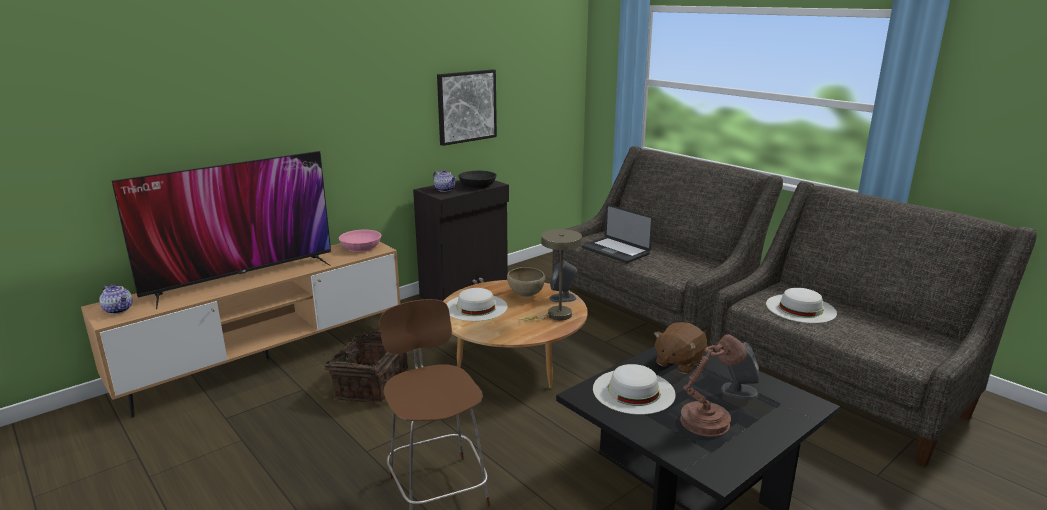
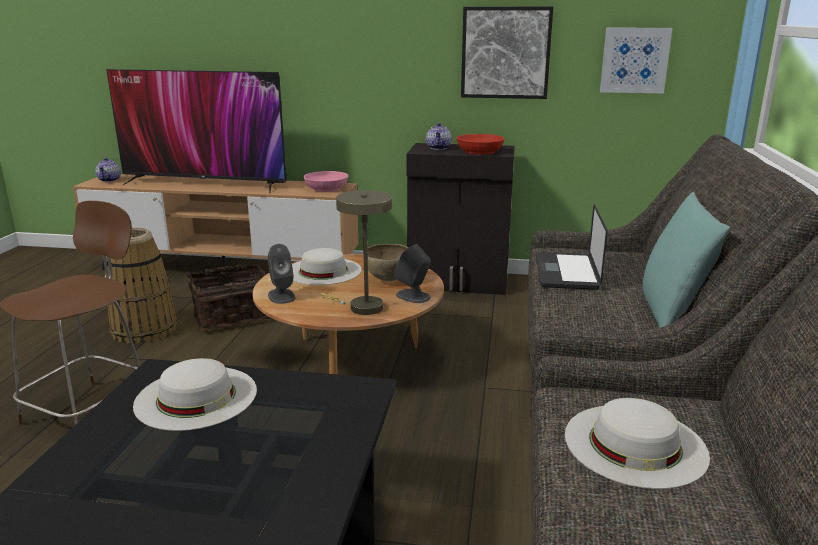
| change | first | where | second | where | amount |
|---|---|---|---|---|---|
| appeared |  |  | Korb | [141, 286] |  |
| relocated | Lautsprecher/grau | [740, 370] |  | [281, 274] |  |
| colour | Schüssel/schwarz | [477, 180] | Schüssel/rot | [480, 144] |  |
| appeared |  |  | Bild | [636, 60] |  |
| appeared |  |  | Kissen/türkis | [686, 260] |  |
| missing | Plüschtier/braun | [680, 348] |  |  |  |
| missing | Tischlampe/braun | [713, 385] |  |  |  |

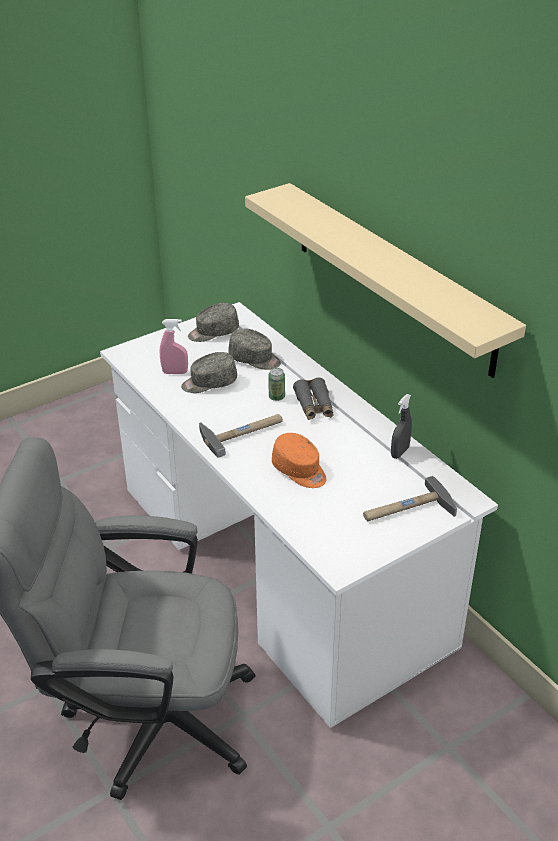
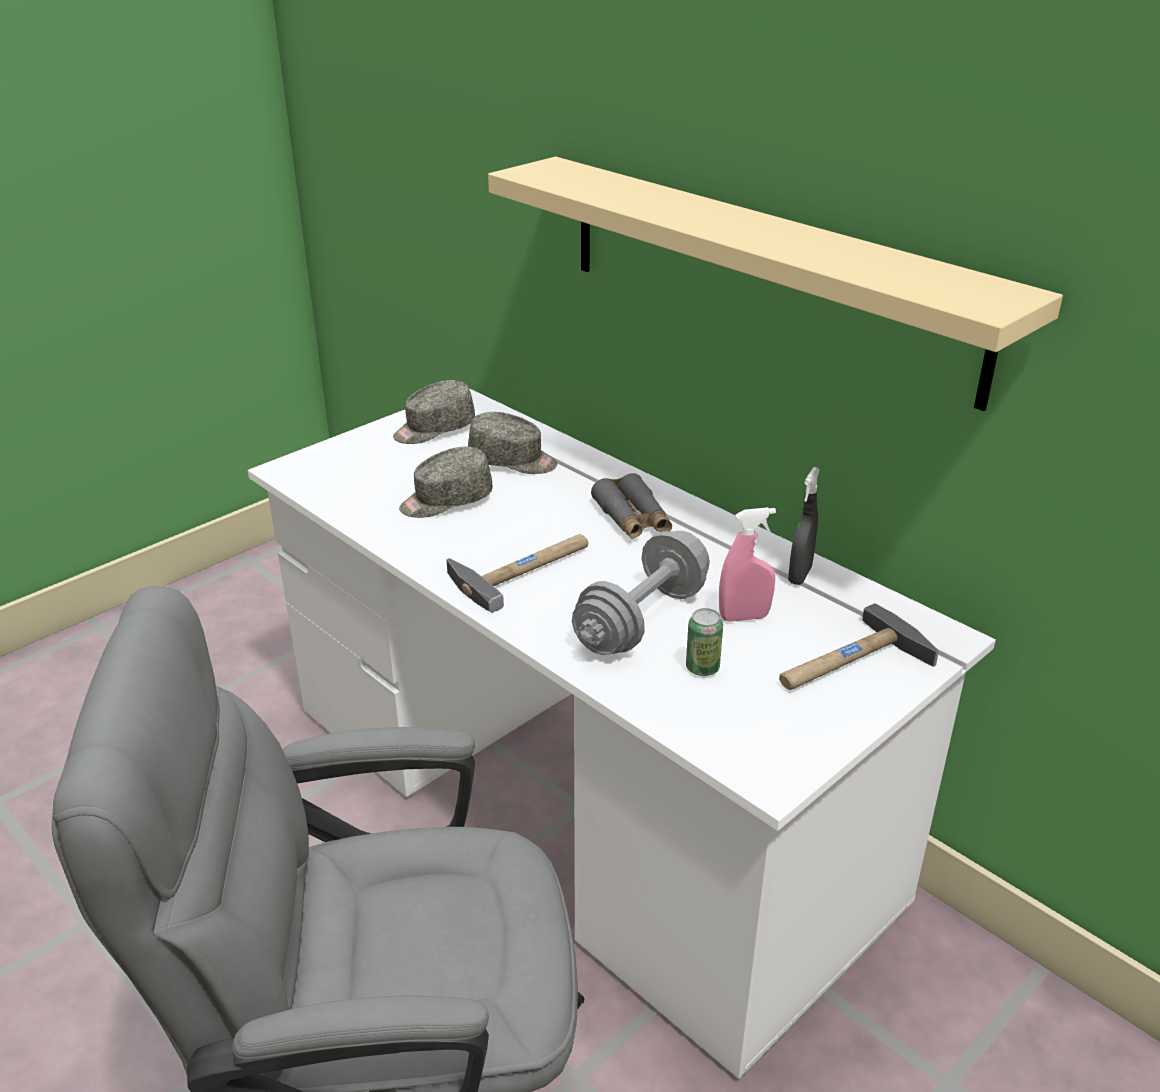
| change | first | where | second | where | amount |
|---|---|---|---|---|---|
| exchanged | Kappe/orange | [299, 460] | Hantel/grau | [641, 593] |  |
| relocated | Dose | [276, 384] |  | [704, 642] |  |
| relocated | Sprühflasche/rosa | [174, 346] |  | [747, 564] |  |

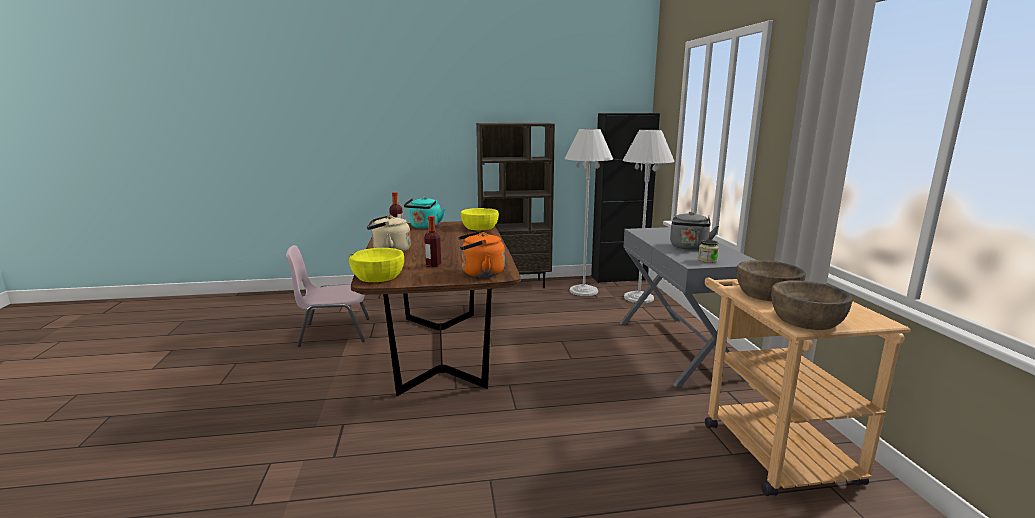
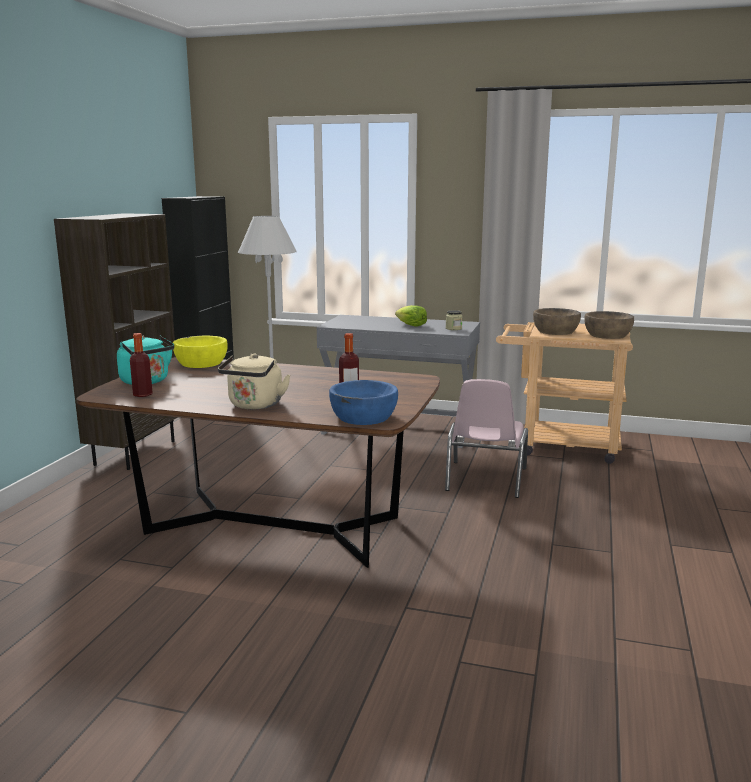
| change | first | where | second | where | amount |
|---|---|---|---|---|---|
| colour | Schüssel/gelb | [376, 265] | Schüssel/blau | [363, 402] |  |
| exchanged | Wasserkessel/grau | [694, 231] | Salatkopf | [411, 316] |  |
| relocated | Stuhl/rosa | [328, 295] |  | [486, 438] |  |
| missing | Wasserkessel/orange | [481, 254] |  |  |  |
| missing | Stehlampe/weiß | [588, 212] |  |  |  |

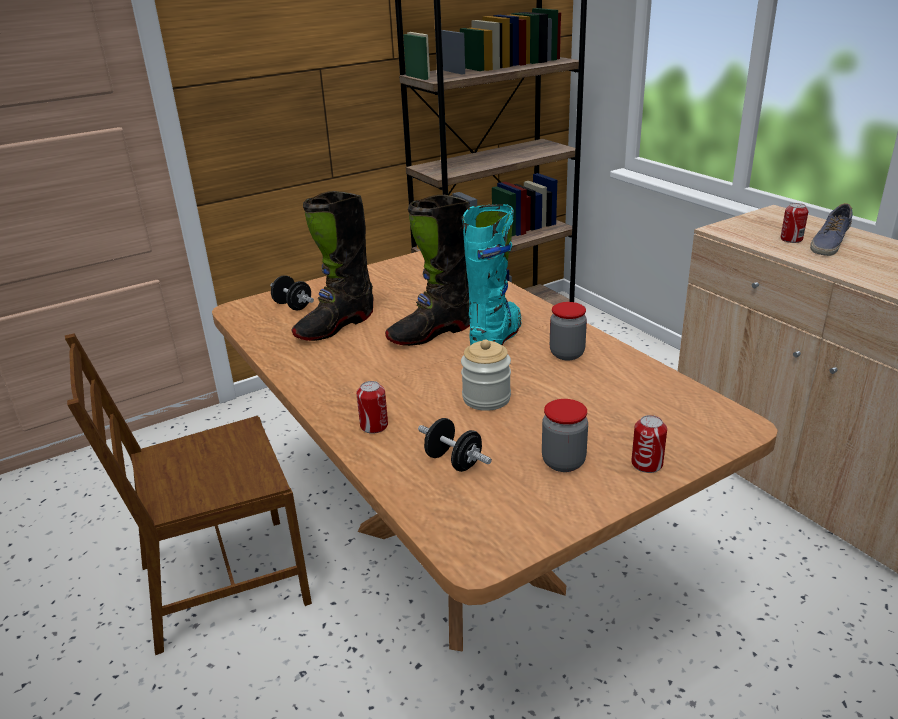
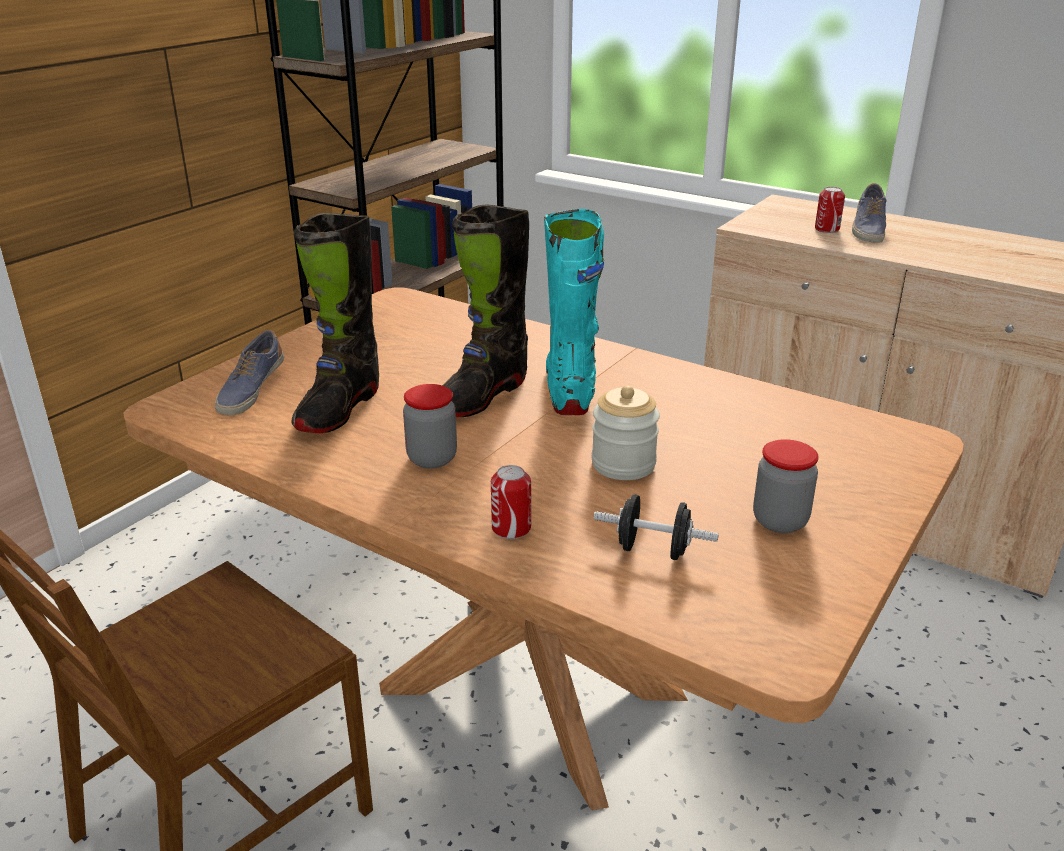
| change | first | where | second | where | amount |
|---|---|---|---|---|---|
| exchanged | Hantel/schwarz | [292, 292] | Schuh | [249, 372] |  |
| relocated | Vorratsglas | [568, 331] |  | [430, 426] |  |
| missing | Dose | [649, 444] |  |  |  |

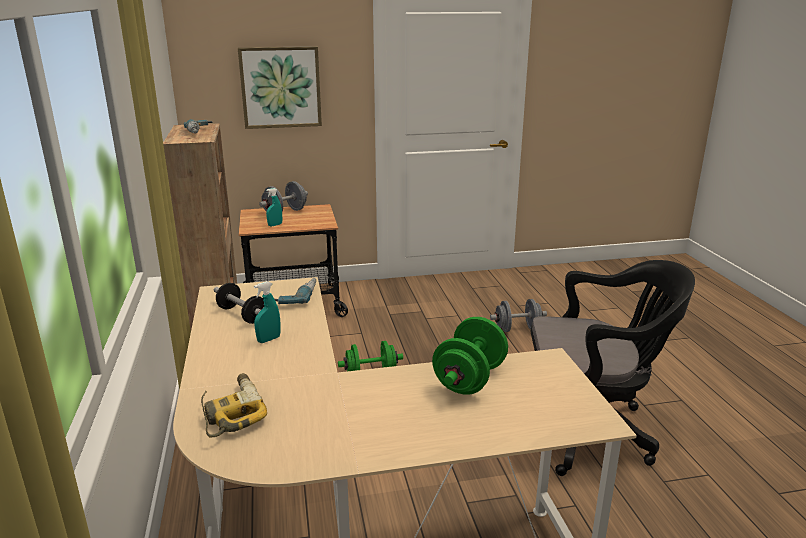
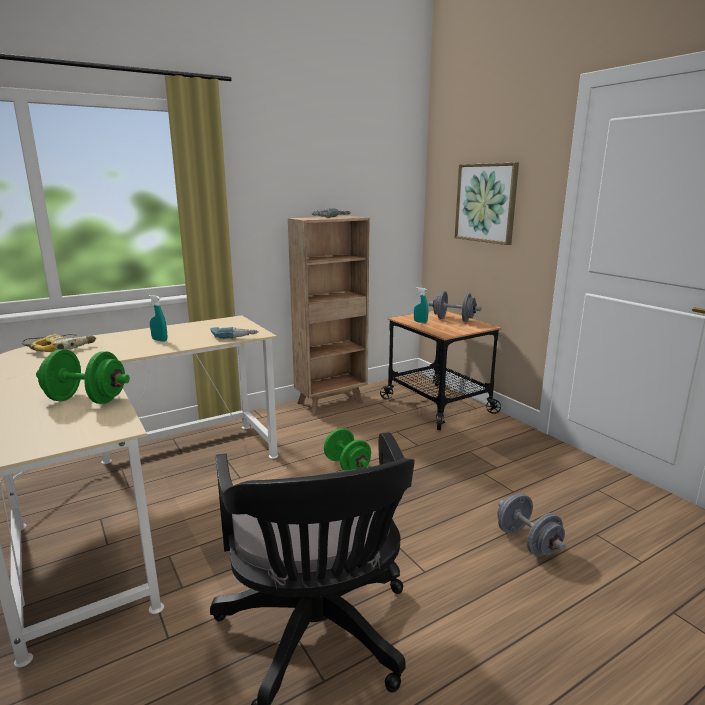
| change | first | where | second | where | amount |
|---|---|---|---|---|---|
| missing | Hantel | [239, 303] |  |  |  |

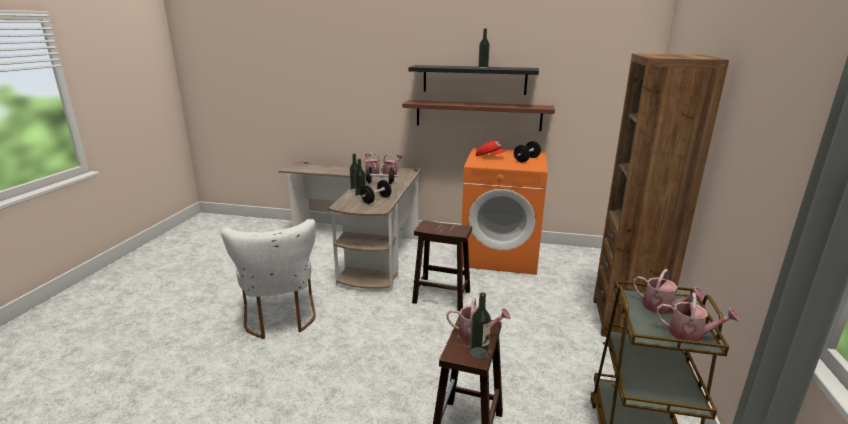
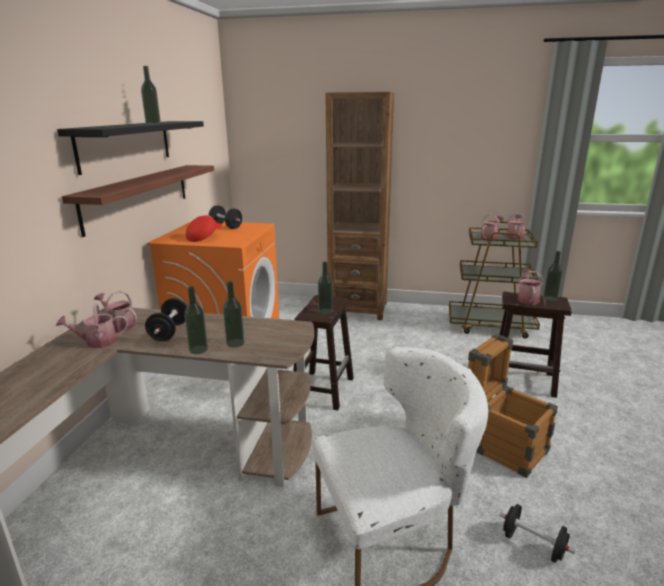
| change | first | where | second | where | amount |
|---|---|---|---|---|---|
| appeared |  |  | Flasche | [325, 287] |  |
| appeared |  |  | Kiste | [513, 406] |  |
| relocated | Hantel/schwarz | [375, 192] |  | [537, 533] |  |

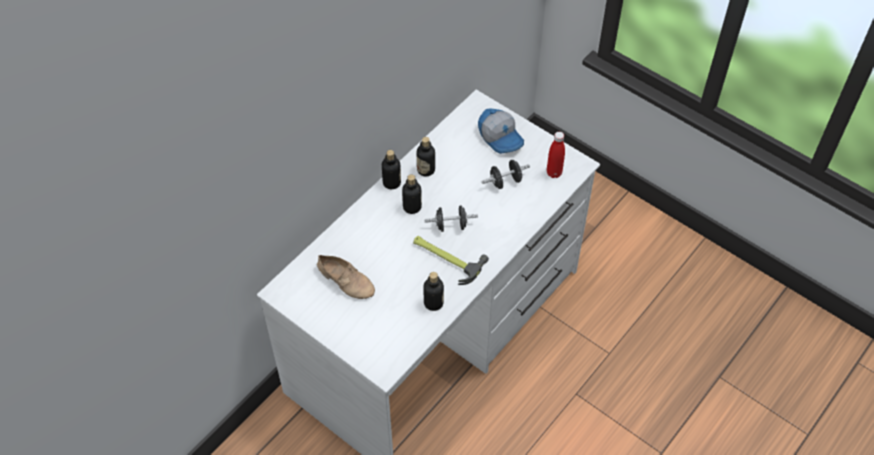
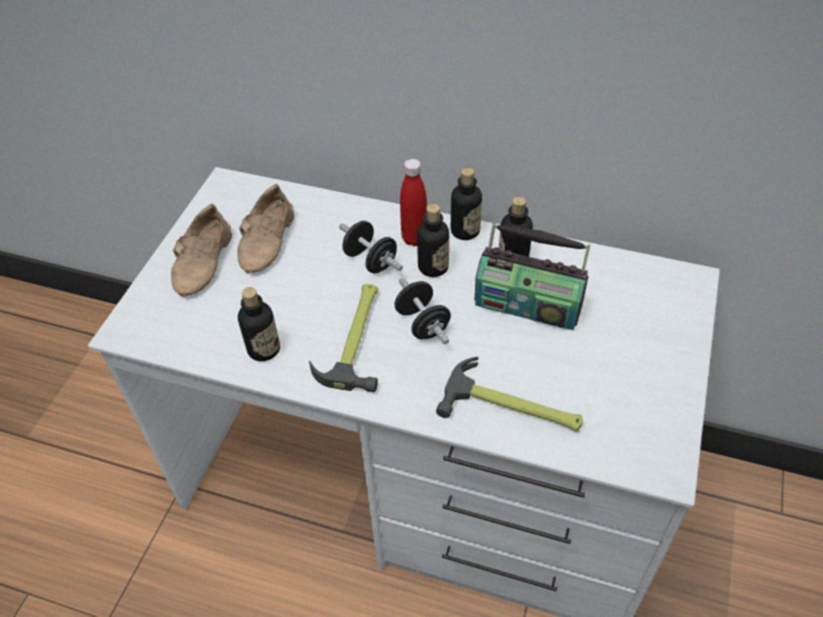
| change | first | where | second | where | amount |
|---|---|---|---|---|---|
| appeared |  |  | Schuh/beige | [201, 250] |  |
| relocated | Hantel/schwarz | [506, 174] |  | [371, 247] |  |
| relocated | Flasche/rot | [556, 155] |  | [413, 202] |  |
| appeared |  |  | Hammer | [509, 394] |  |
| appeared |  |  | Radio | [532, 276] |  |
| missing | Kappe | [501, 131] |  |  |  |

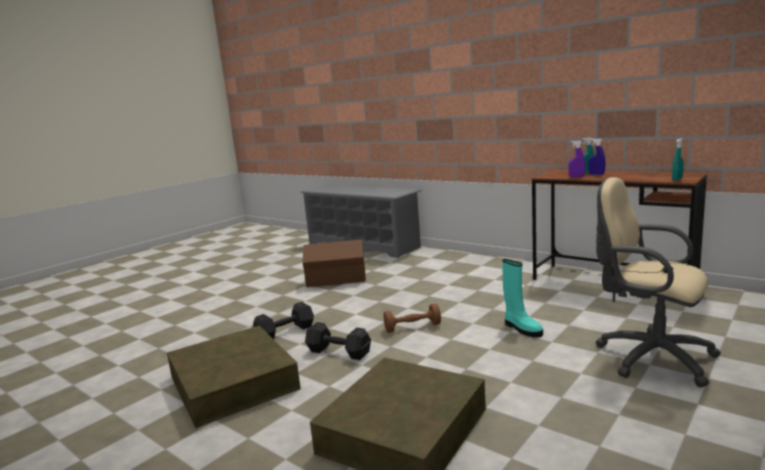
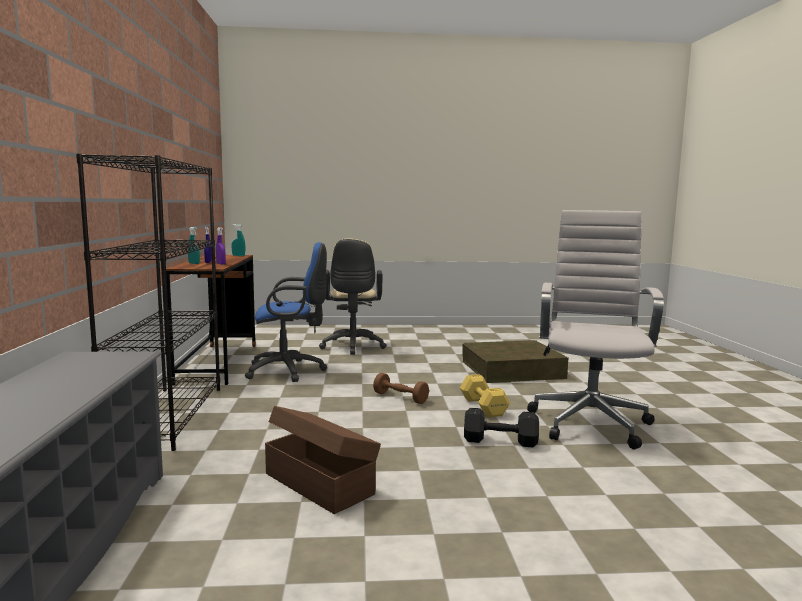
| change | first | where | second | where | amount |
|---|---|---|---|---|---|
| appeared |  |  | Bücherregal/schwarz | [148, 302] |  |
| appeared |  |  | Bürostuhl/blau | [286, 312] |  |
| colour | Hantel/schwarz | [338, 341] | Hantel/gelb | [485, 395] |  |
| exchanged | Aufbewahrungsbox/braun | [234, 377] | Bürostuhl/weiß | [595, 329] |  |
| missing | Stiefel/türkis | [523, 298] |  |  |  |

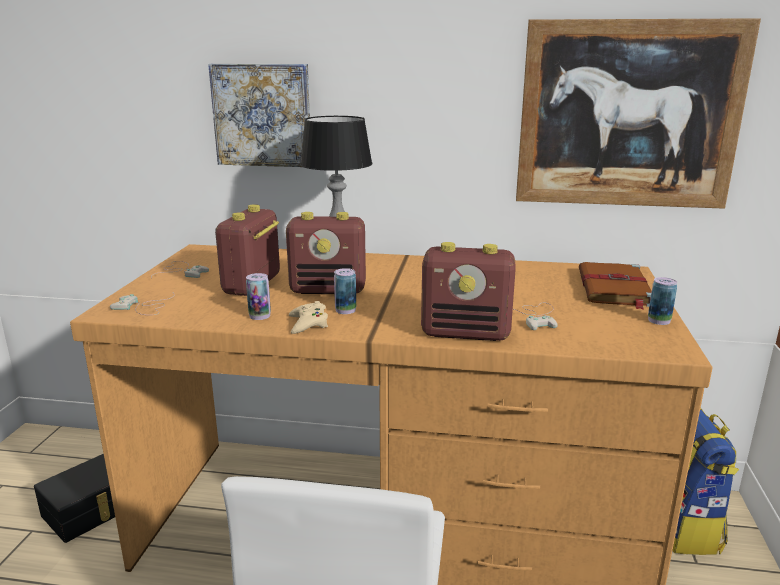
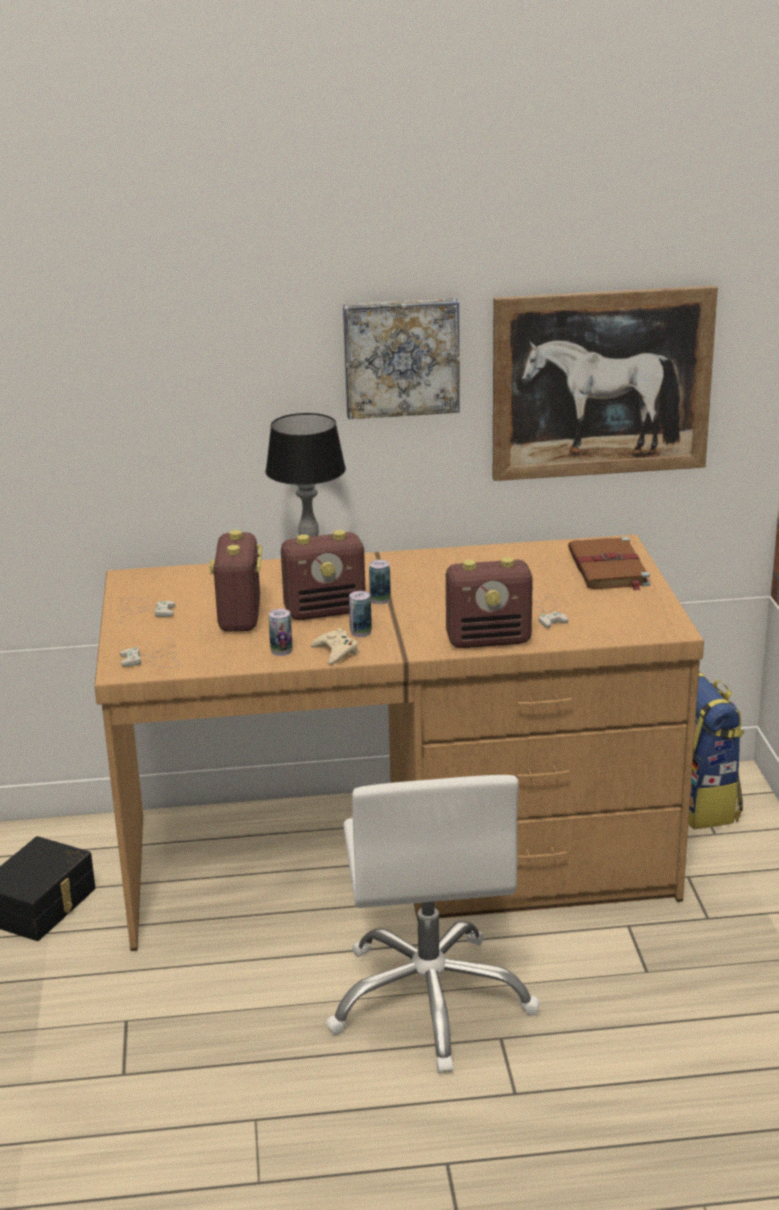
| change | first | where | second | where | amount |
|---|---|---|---|---|---|
| relocated | Bild | [259, 115] |  | [401, 358] |  |
| relocated | Dose | [662, 301] |  | [380, 582] |  |

